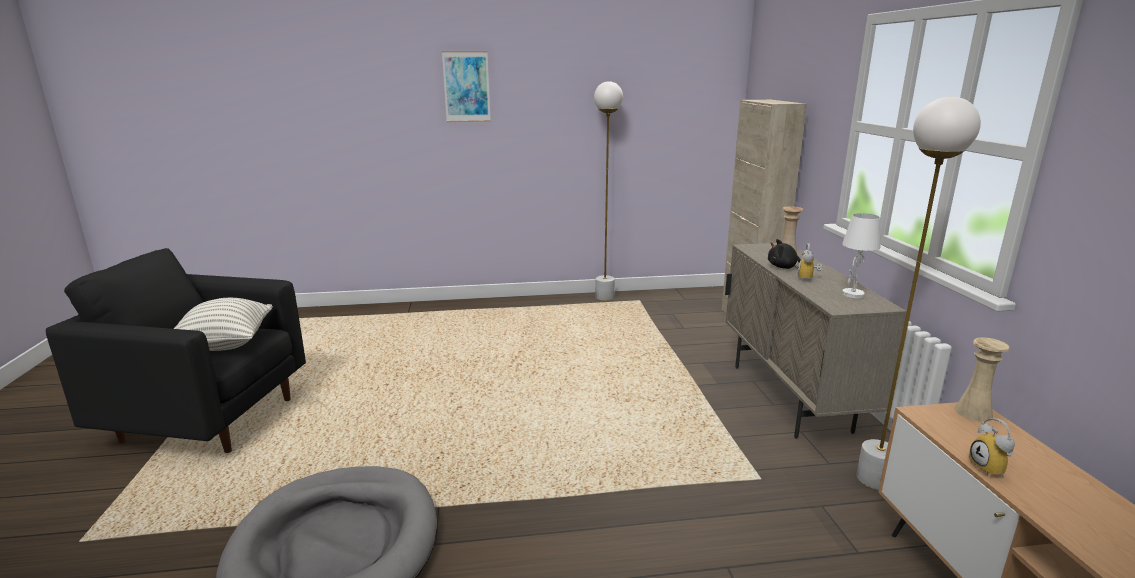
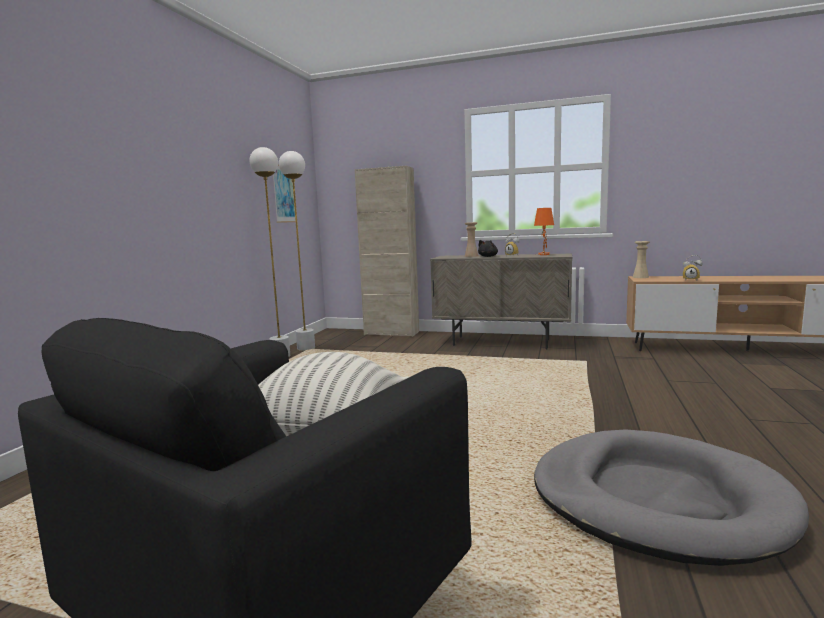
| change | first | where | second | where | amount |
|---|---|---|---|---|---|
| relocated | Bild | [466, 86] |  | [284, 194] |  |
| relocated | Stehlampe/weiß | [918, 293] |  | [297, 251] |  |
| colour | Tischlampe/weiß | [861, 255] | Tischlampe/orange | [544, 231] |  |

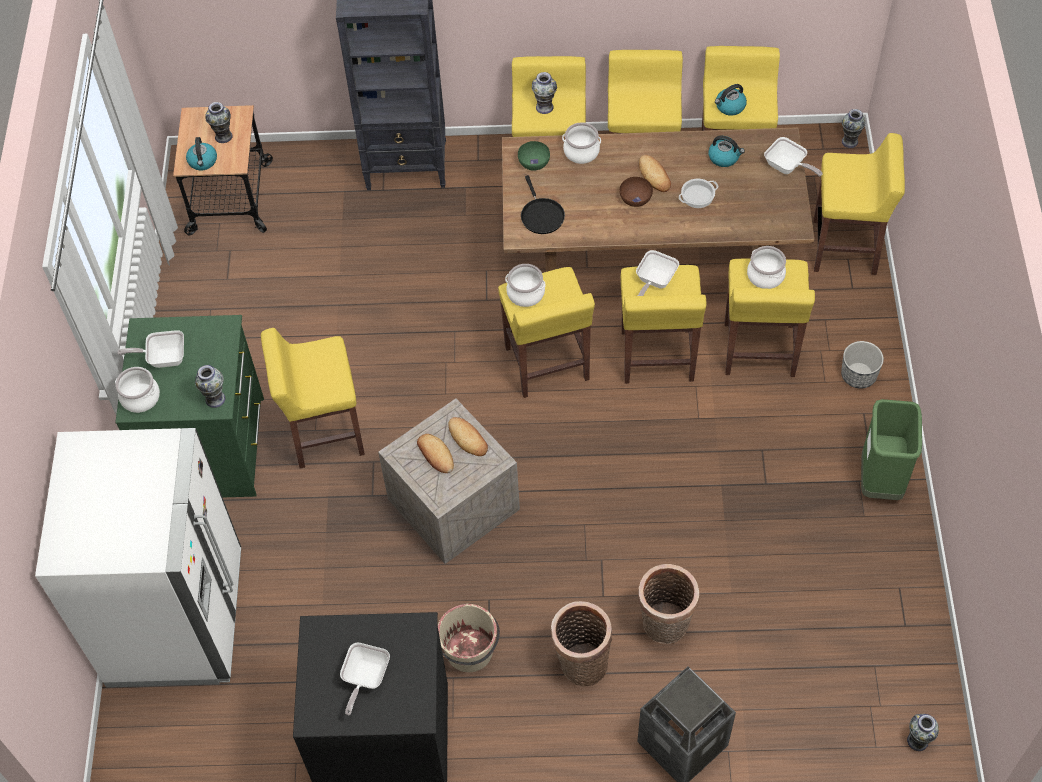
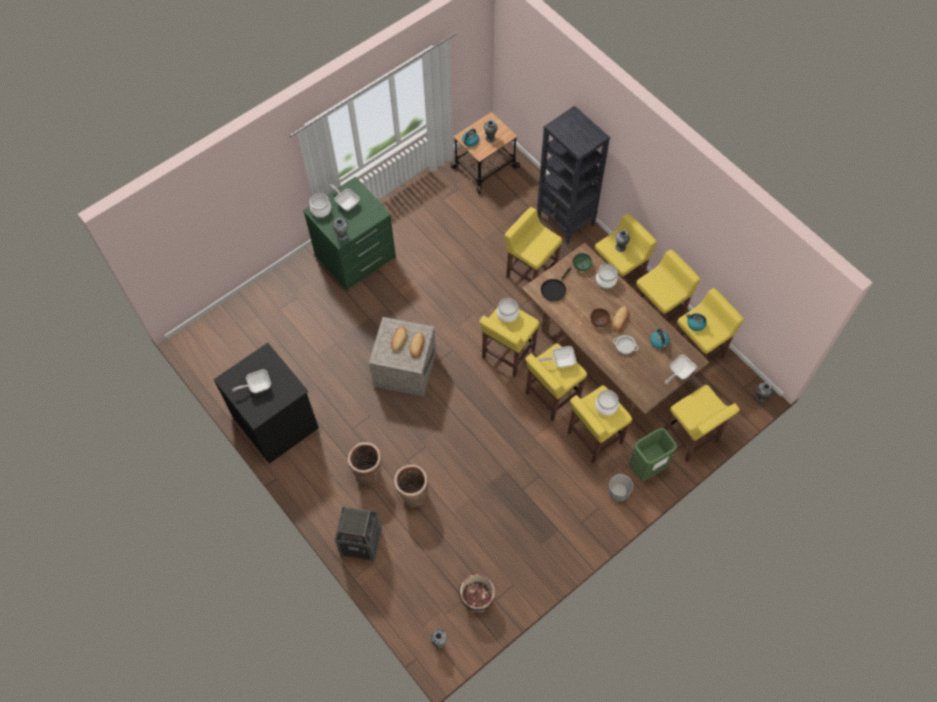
| change | first | where | second | where | amount |
|---|---|---|---|---|---|
| relocated | Eimer/beige | [469, 638] |  | [477, 593] |  |
| relocated | Hocker/gelb | [313, 398] |  | [533, 244] |  |
| relocated | Mülleimer/grün | [891, 449] |  | [653, 454] |  |
| spun | Pfanne | [793, 156] |  | [680, 369] | 45 degrees clockwise |
| missing | Kühlschrank/weiß | [138, 558] |  |  |  |

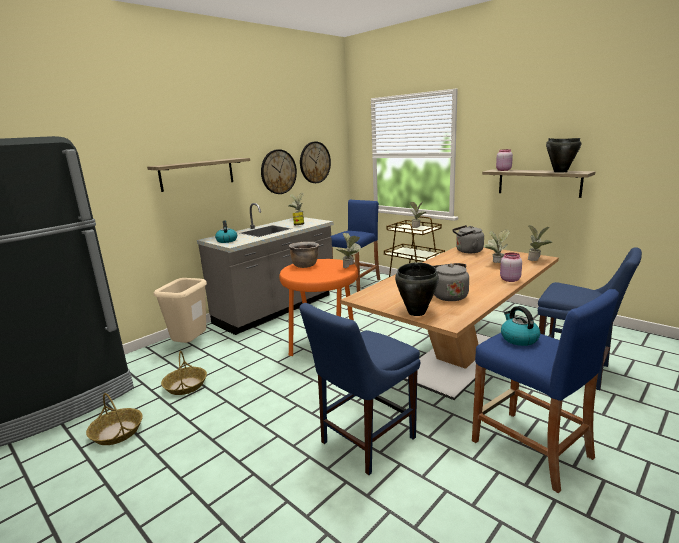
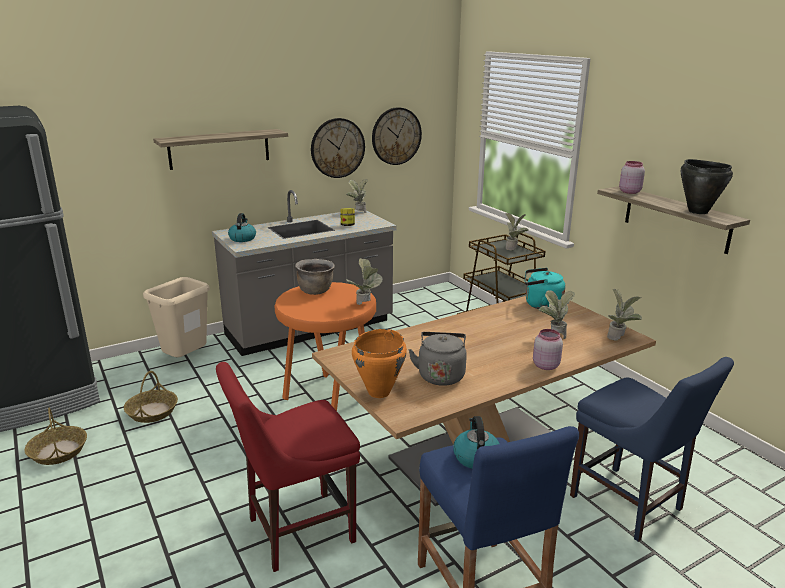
| change | first | where | second | where | amount |
|---|---|---|---|---|---|
| colour | Stuhl/blau | [360, 389] | Stuhl/rot | [288, 467] |  |
| colour | Kochtopf/schwarz | [417, 289] | Kochtopf/orange | [379, 363] |  |
| colour | Wasserkessel/grau | [468, 239] | Wasserkessel/türkis | [545, 288] |  |
| missing | Hocker/blau | [355, 246] |  |  |  |

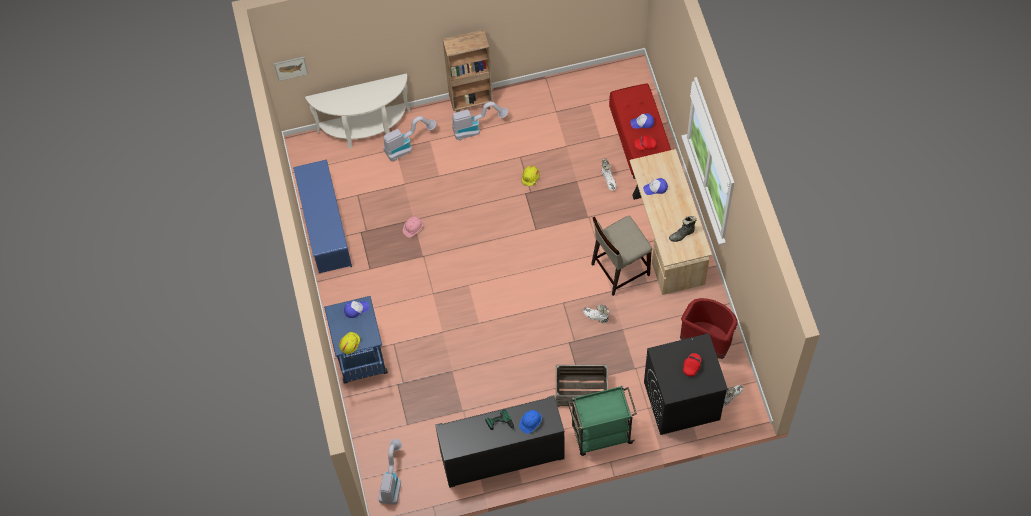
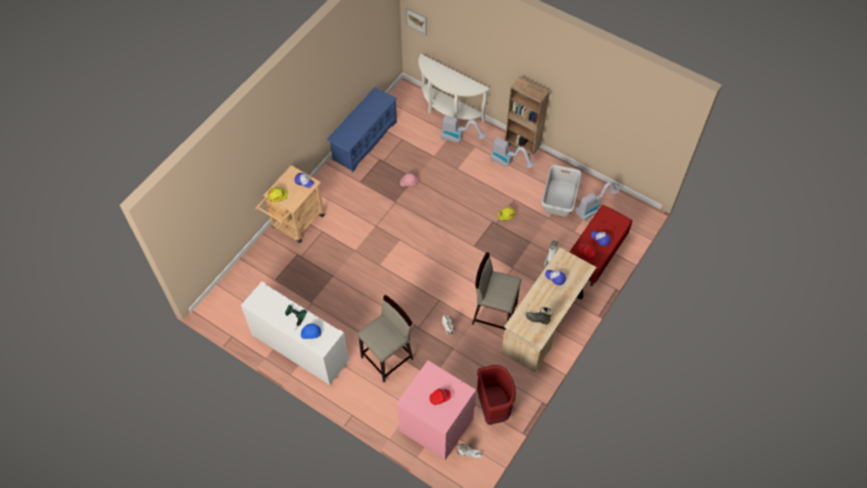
| change | first | where | second | where | amount |
|---|---|---|---|---|---|
| colour | Schrank/schwarz | [499, 441] | Schrank/weiß | [295, 333] |  |
| colour | Rollwagen/blau | [356, 340] | Rollwagen/beige | [290, 204] |  |
| exchanged | Kiste | [582, 386] | Hocker/beige | [385, 338] |  |
| colour | Waschmaschine/schwarz | [686, 384] | Waschmaschine/rosa | [436, 410] |  |
| appeared |  |  | Wäschekorb/grau | [561, 191] |  |
| relocated | Staubsauger | [390, 472] |  | [597, 201] |  |
| missing | Rollwagen/grün | [602, 421] |  |  |  |

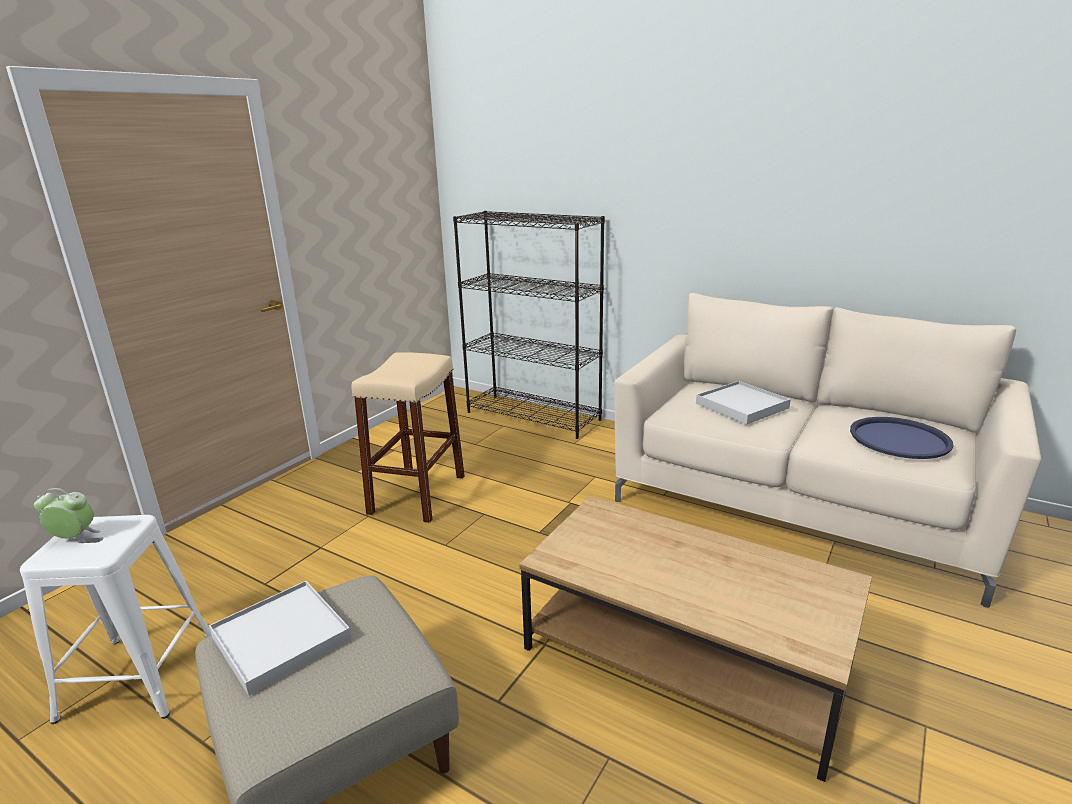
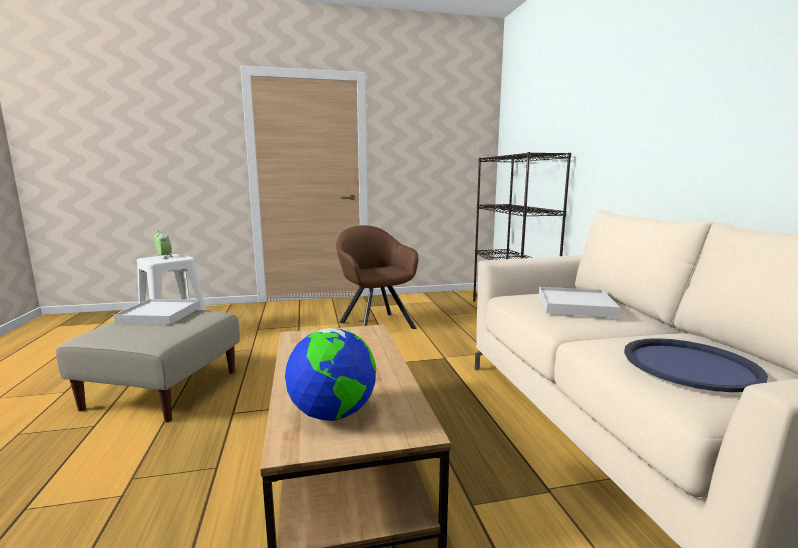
| change | first | where | second | where | amount |
|---|---|---|---|---|---|
| appeared |  |  | Globus | [330, 374] |  |
| exchanged | Hocker/beige | [408, 437] | Sessel/braun | [377, 277] |  |

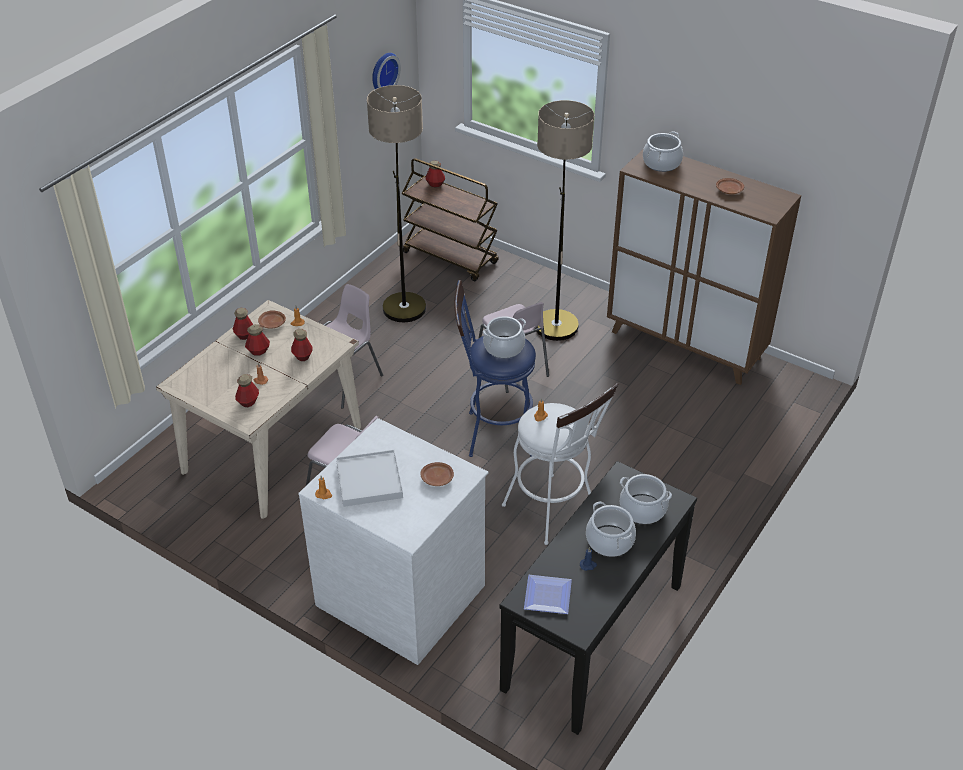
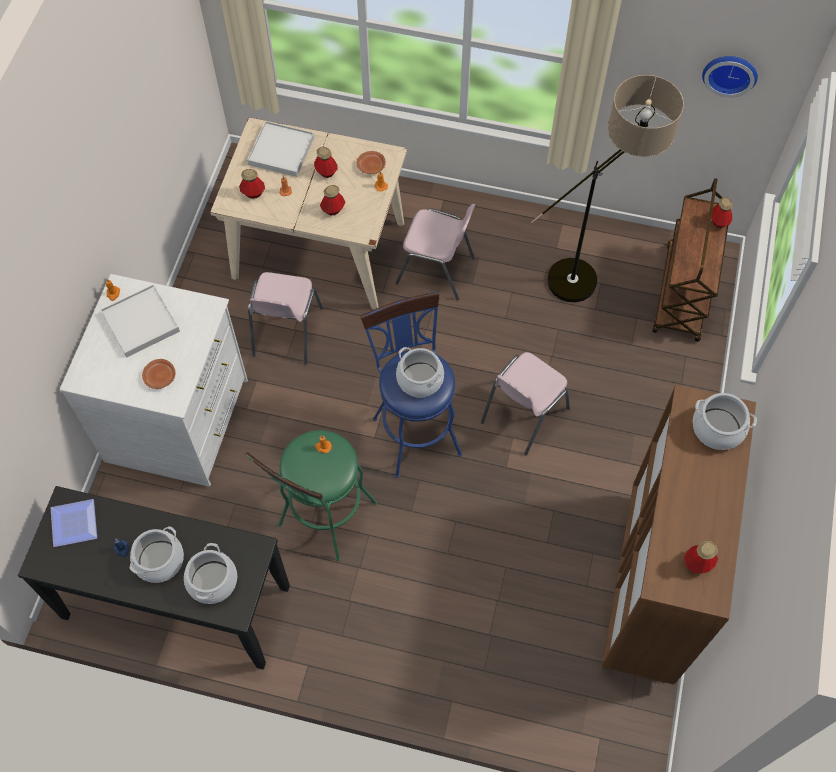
| change | first | where | second | where | amount |
|---|---|---|---|---|---|
| colour | Hocker/weiß | [560, 464] | Hocker/grün | [311, 495] |  |
| appeared |  |  | Tablett/weiß | [280, 149] |  |
| relocated | Flasche | [243, 324] |  | [701, 557] |  |
| missing | Stehlampe | [565, 220] |  |  |  |
| missing | Teller/braun | [730, 186] |  |  |  |

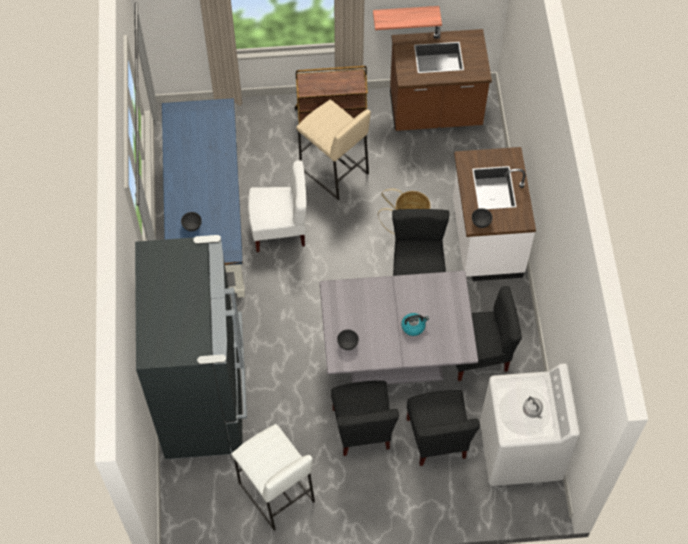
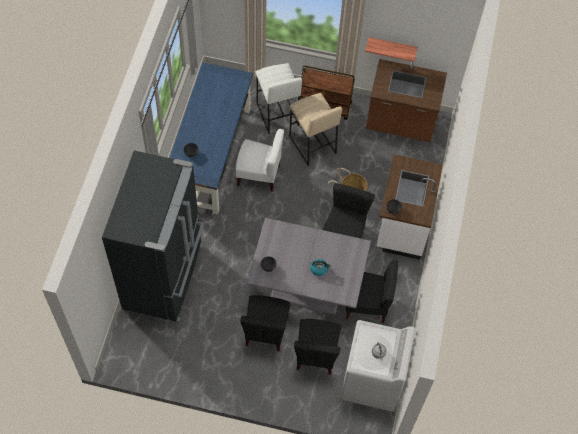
| change | first | where | second | where | amount |
|---|---|---|---|---|---|
| relocated | Hocker/weiß | [273, 477] |  | [278, 98] |  |

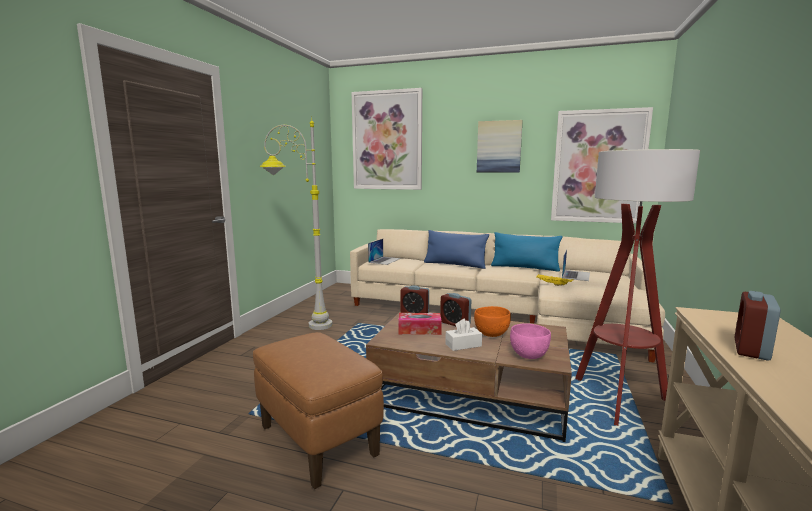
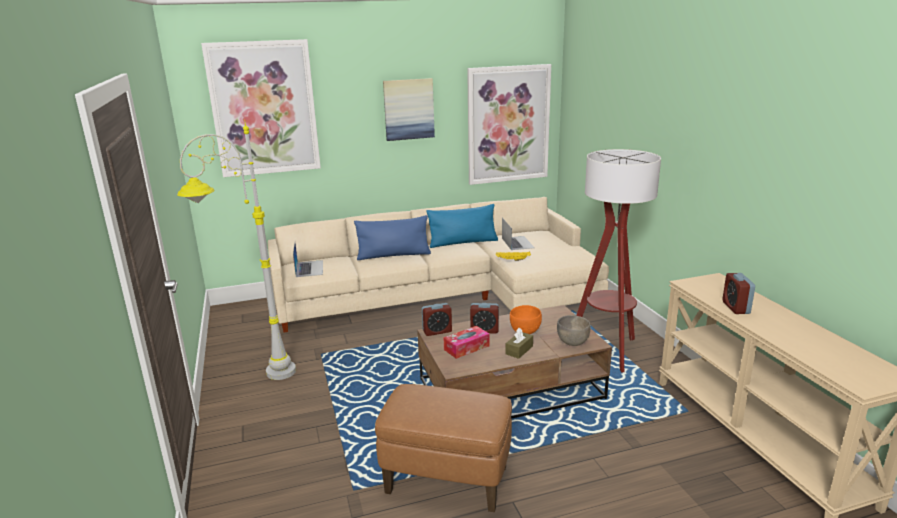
| change | first | where | second | where | amount |
|---|---|---|---|---|---|
| colour | Taschentuchbox/weiß | [463, 335] | Taschentuchbox/braun | [519, 343] |  |
| colour | Schüssel/rosa | [530, 341] | Schüssel/grau | [573, 330] |  |

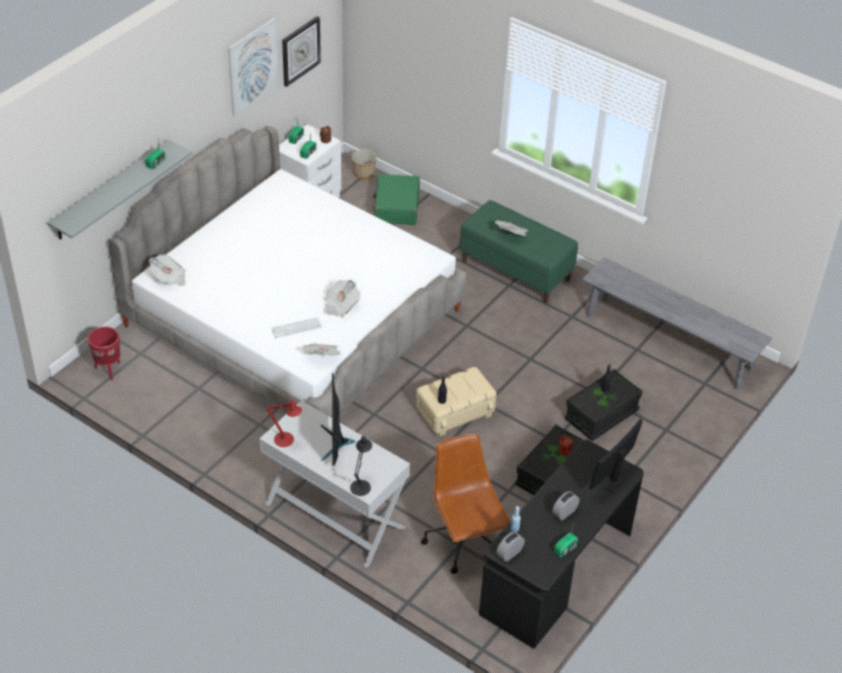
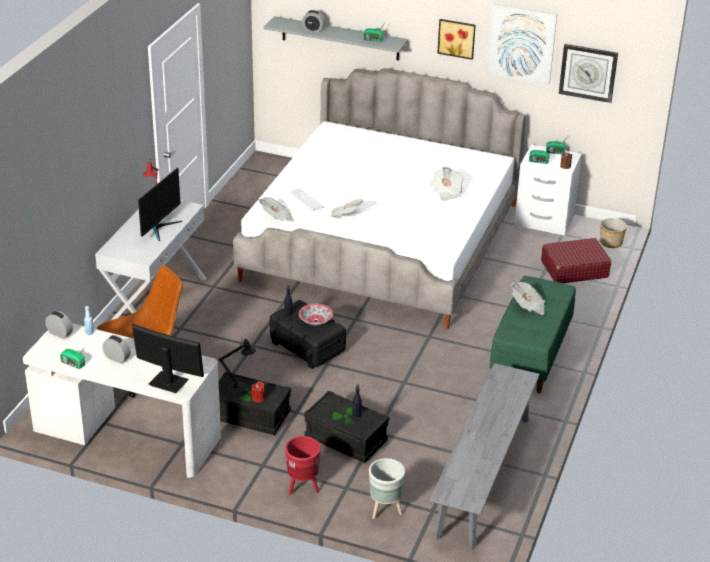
| change | first | where | second | where | amount |
|---|---|---|---|---|---|
| colour | Schreibtisch/schwarz | [561, 544] | Schreibtisch/weiß | [122, 400] |  |
| spun | Monitor | [338, 419] |  | [160, 204] | 135 degrees clockwise |
| relocated | Tischlampe/schwarz | [361, 466] |  | [237, 365] |  |
| colour | Aufbewahrungsbox/beige | [456, 401] | Aufbewahrungsbox/schwarz | [308, 334] |  |
| relocated | Pflanzkübel/rot | [104, 353] |  | [303, 465] |  |
| appeared |  |  | Schüssel | [316, 315] |  |
| appeared |  |  | Wecker | [313, 21] |  |
| appeared |  |  | Pflanzkübel/grau | [387, 488] |  |
| relocated | Zeitung | [167, 270] |  | [447, 184] |  |
| appeared |  |  | Bild | [456, 39] |  |
| colour | Koffer/grün | [396, 199] | Koffer/rot | [576, 260] |  |

